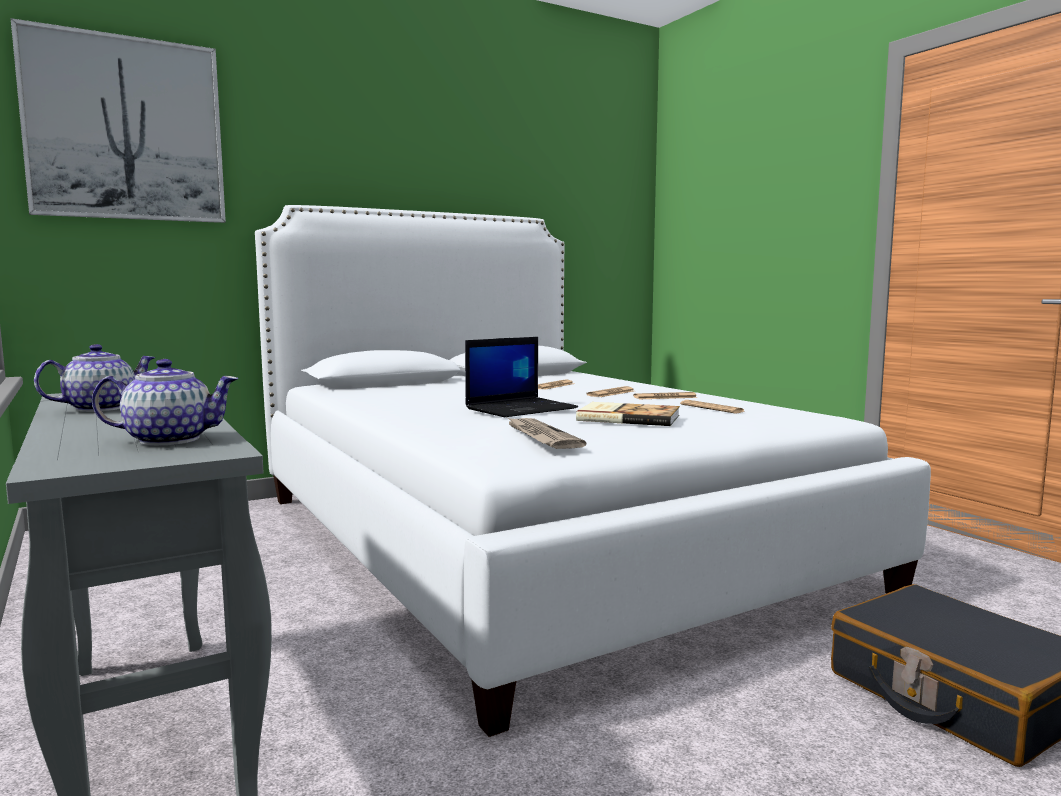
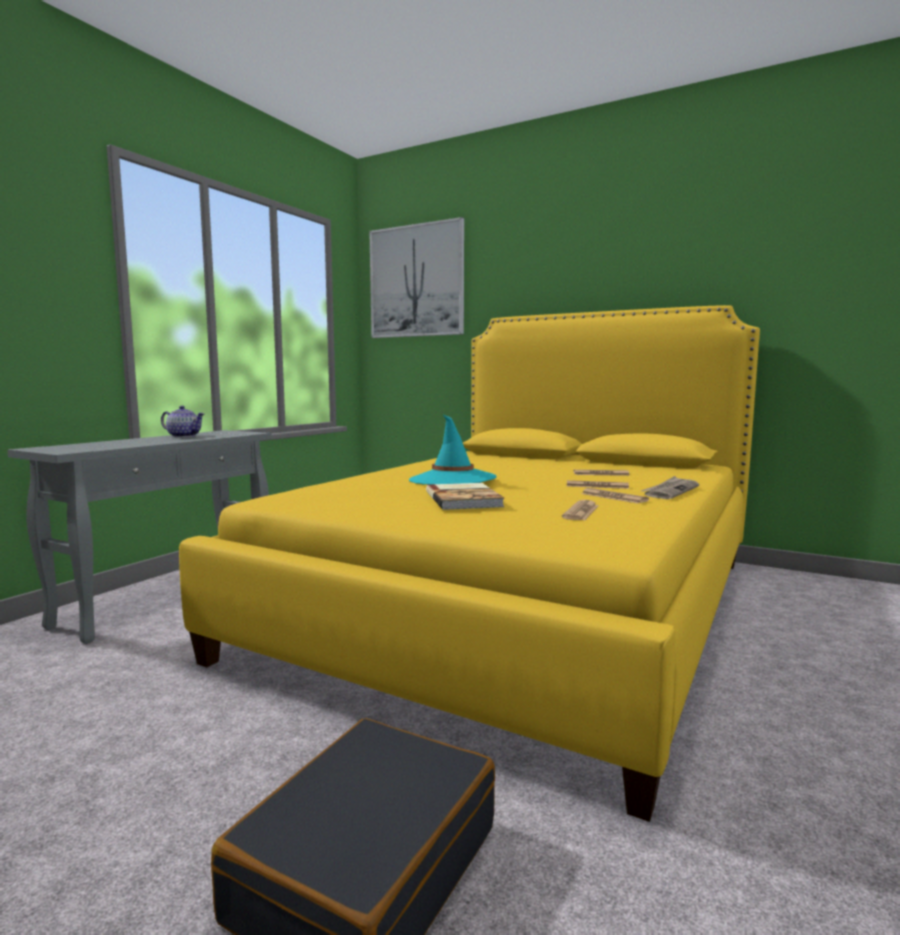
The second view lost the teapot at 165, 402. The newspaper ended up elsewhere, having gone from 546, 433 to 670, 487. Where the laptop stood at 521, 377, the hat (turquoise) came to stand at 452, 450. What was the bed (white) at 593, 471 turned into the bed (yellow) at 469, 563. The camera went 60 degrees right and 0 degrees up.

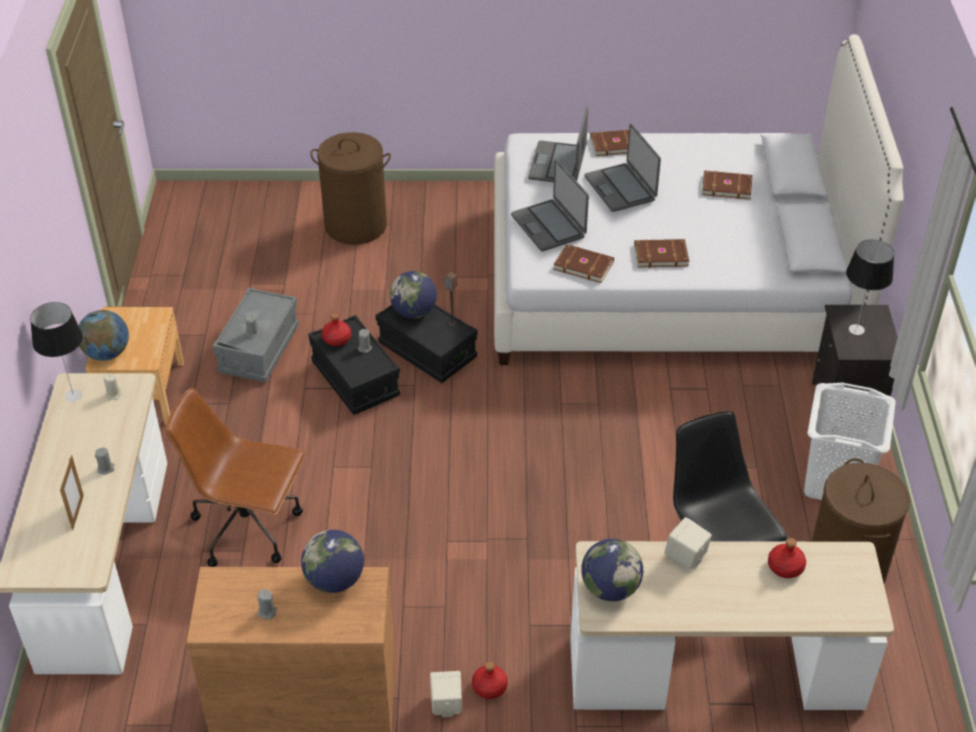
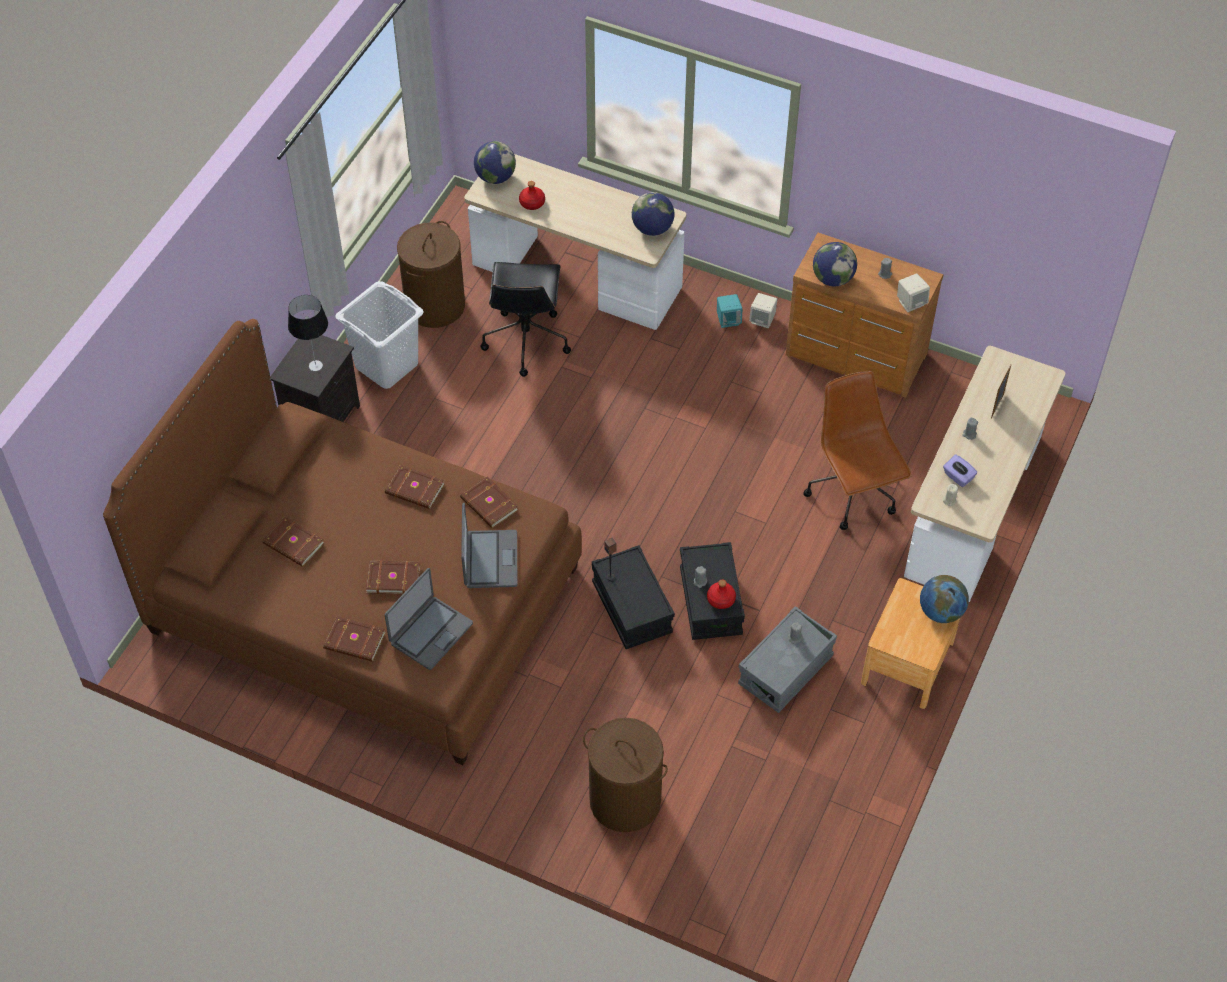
The second view lost the table lamp at 56, 352. The second view gained the tissue box (purple) at 960, 470. The globe ended up elsewhere, having gone from 413, 294 to 495, 162. The speaker (beige) ended up elsewhere, having gone from 688, 544 to 913, 293. Where the bottle (red) stood at 490, 680, the speaker (turquoise) came to stand at 729, 311. Where the laptop stood at 623, 168, the book (brown) came to stand at 393, 577. What was the bed (white) at 699, 199 turned into the bed (brown) at 342, 542. The office chair (brown) at 235, 477 ended up facing another way, 150 degrees counterclockwise from before. The camera went 155 degrees left and 10 degrees up.

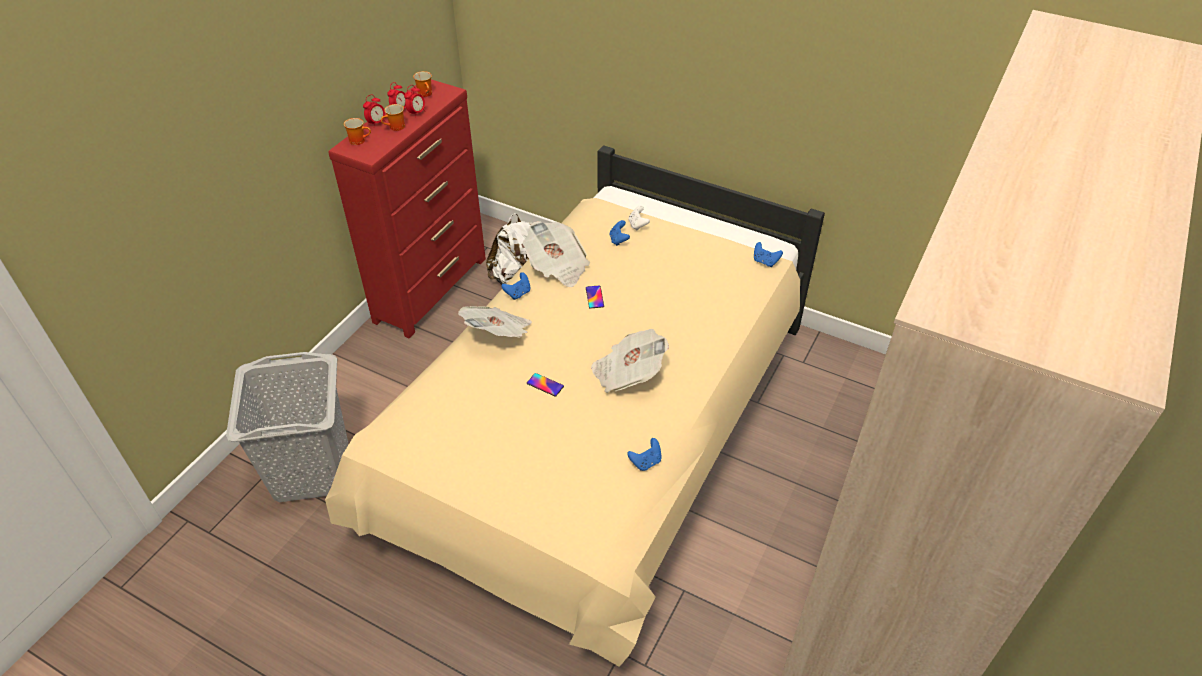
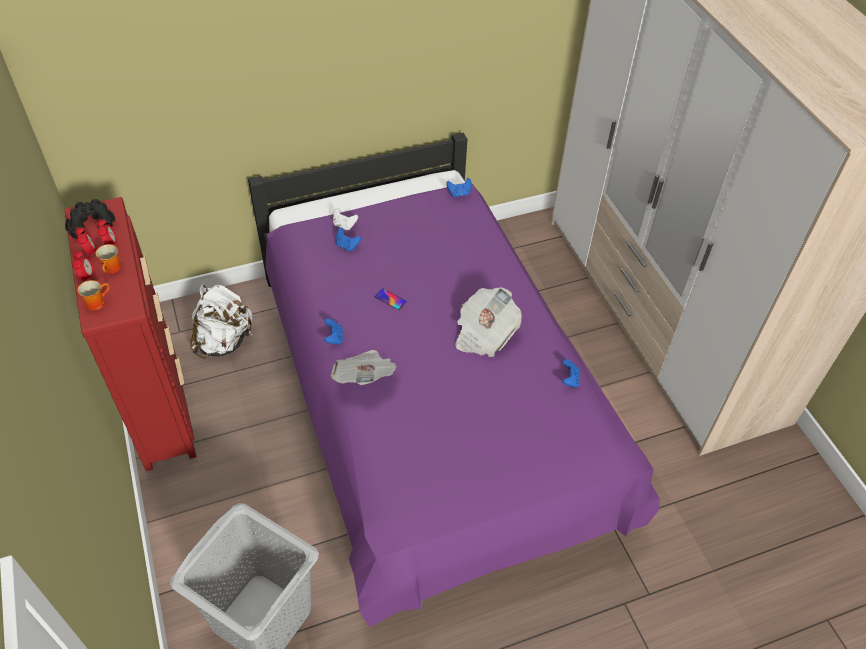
The second view lost the newspaper at 556, 254. The second view lost the phone at 545, 385. Where the mug stood at 422, 84, the binoculars (black) came to stand at 90, 219. What was the bed (beige) at 575, 406 turned into the bed (purple) at 454, 380. The camera went 50 degrees left and 5 degrees up.

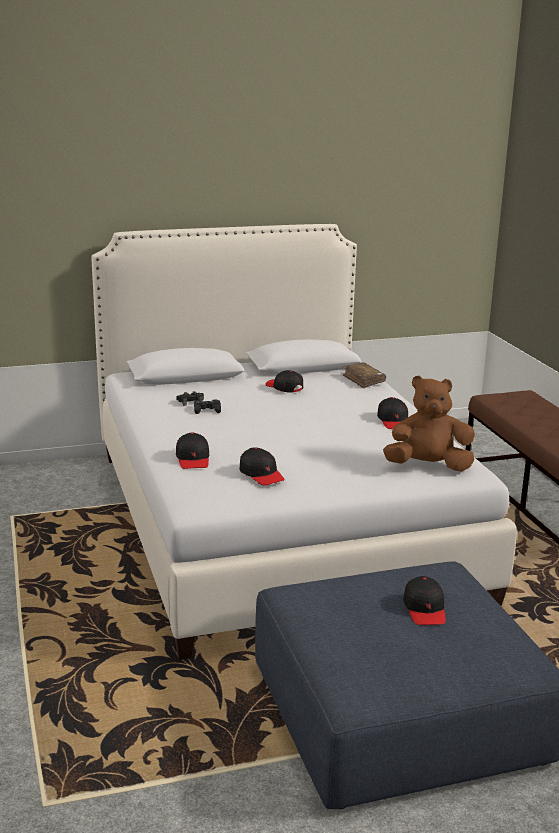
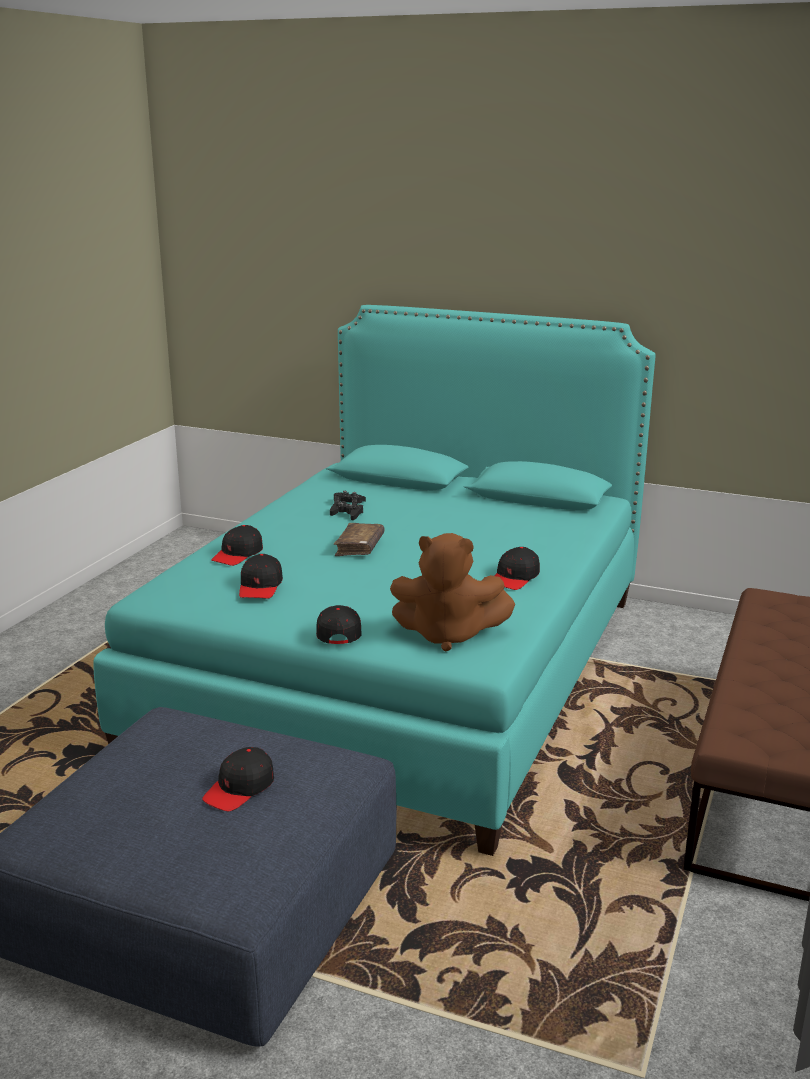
The cap (black) ended up elsewhere, having gone from 284, 381 to 339, 624. The book (brown) ended up elsewhere, having gone from 364, 375 to 359, 539. What was the bed (white) at 304, 442 turned into the bed (turquoise) at 374, 580. The plush toy (brown) at 429, 423 ended up facing another way, 150 degrees clockwise from before. The camera went 40 degrees right and 0 degrees up.

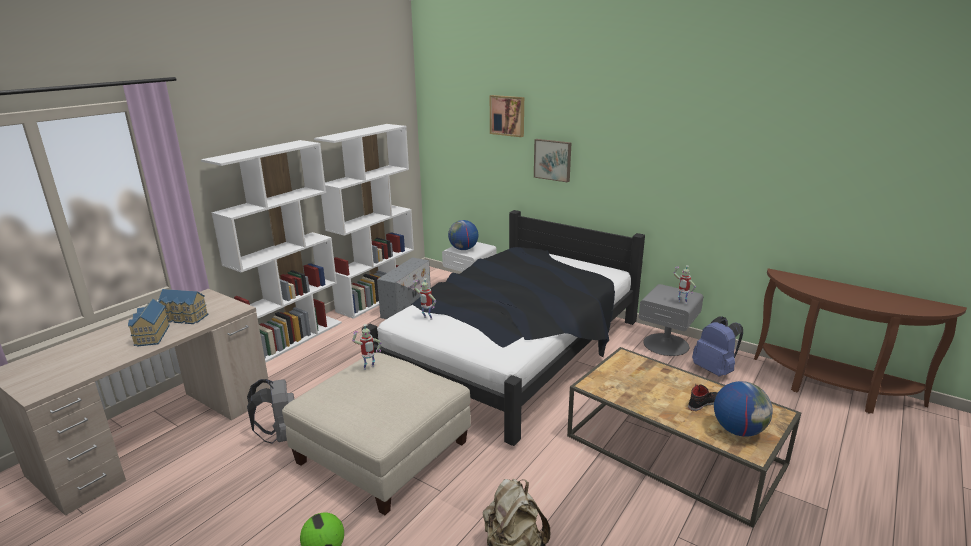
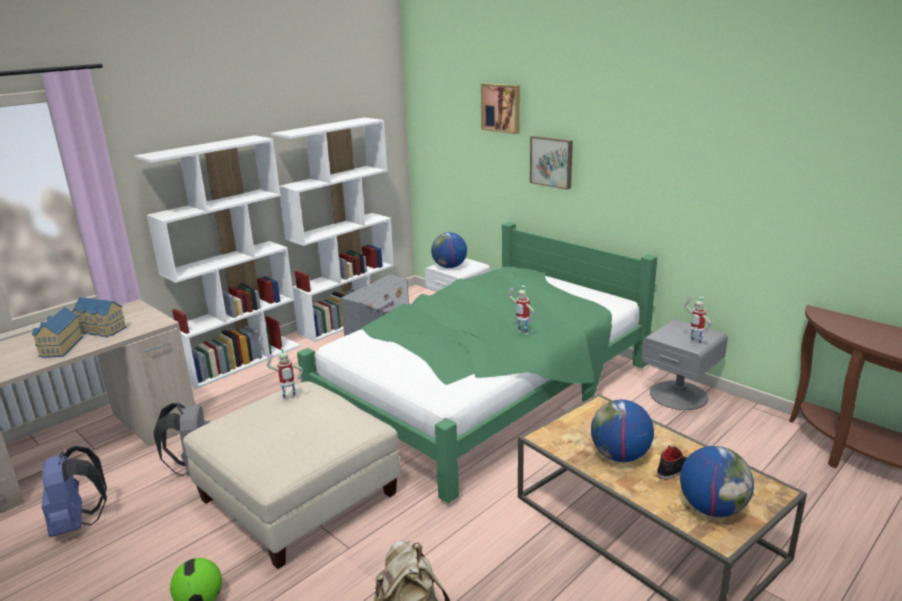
The second view gained the globe at 622, 431. The toy robot ended up elsewhere, having gone from 424, 299 to 521, 310. The backpack (blue) ended up elsewhere, having gone from 717, 346 to 74, 491. What was the bed (black) at 503, 328 turned into the bed (green) at 477, 363. The camera went 10 degrees right and 0 degrees up.

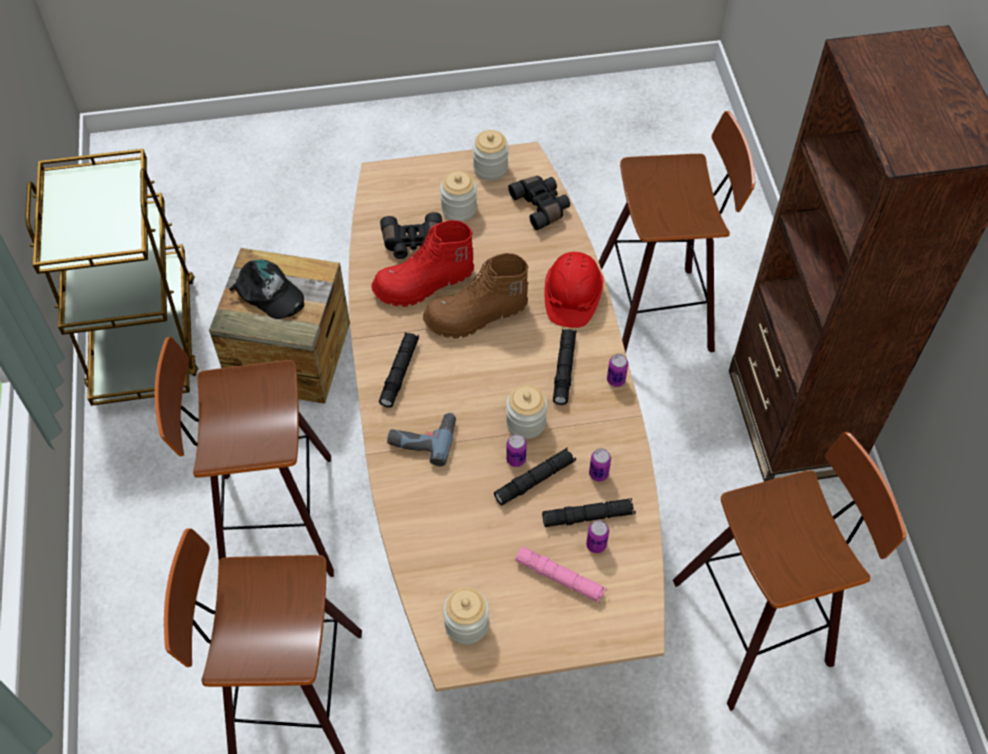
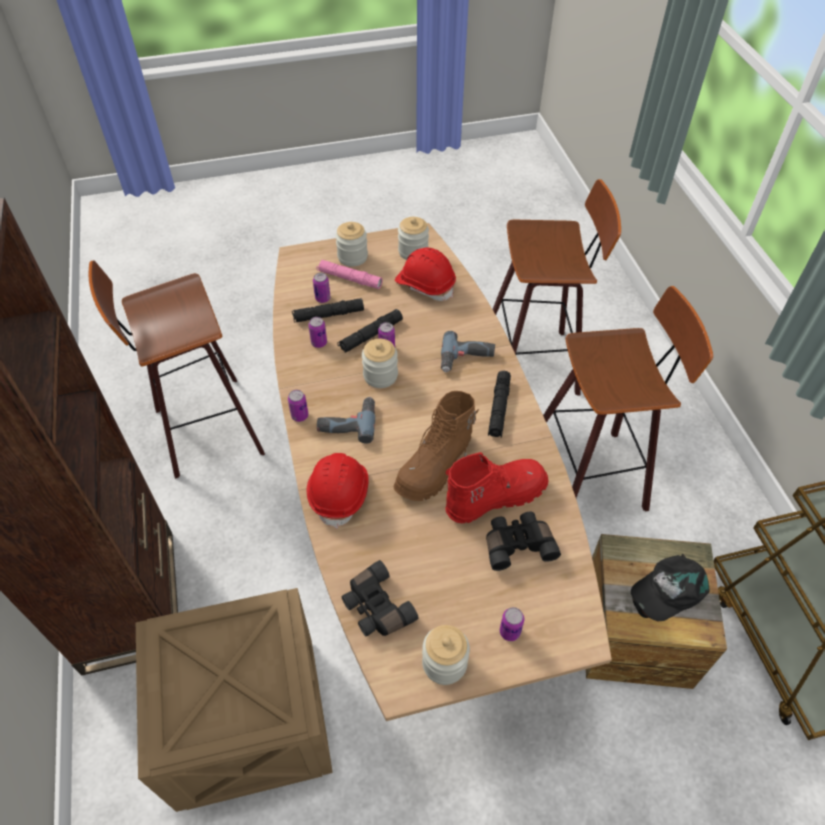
The second view gained the hard hat (red) at 425, 274. The second view gained the can at 512, 624. The jar ended up elsewhere, having gone from 458, 196 to 351, 244. Where the flashlight (black) stood at 565, 366, the power drill came to stand at 346, 420. Where the stool stood at 676, 232, the crate came to stand at 234, 700. The cap (black) at 266, 289 ended up facing another way, 60 degrees counterclockwise from before. The boot (brown) at 475, 296 ended up facing another way, 150 degrees clockwise from before. The camera went 175 degrees right and 5 degrees down.

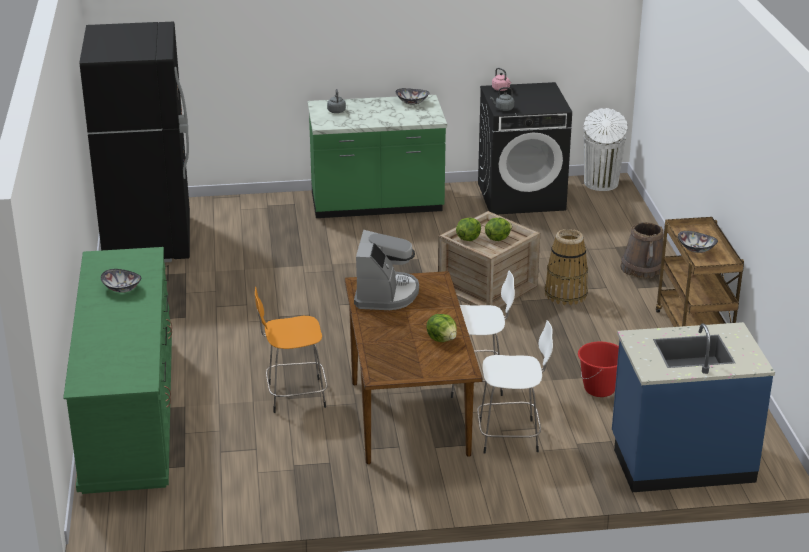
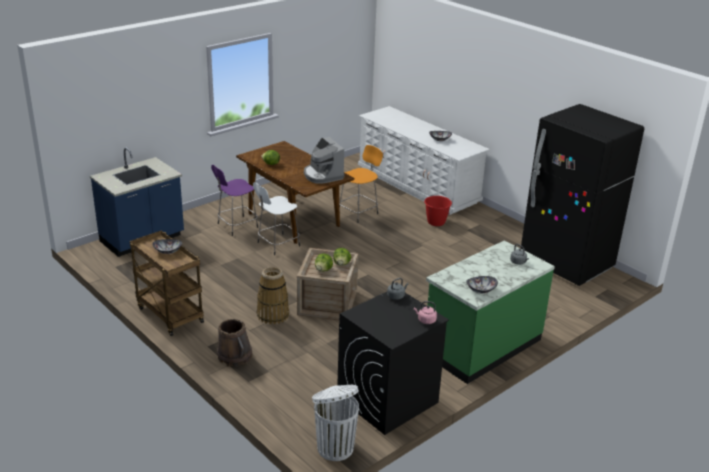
The bucket (red) ended up elsewhere, having gone from 598, 369 to 438, 211. What was the dresser (green) at 117, 370 turned into the dresser (white) at 424, 160. What was the stool (white) at 515, 387 turned into the stool (purple) at 234, 200. The camera went 145 degrees right and 0 degrees up.

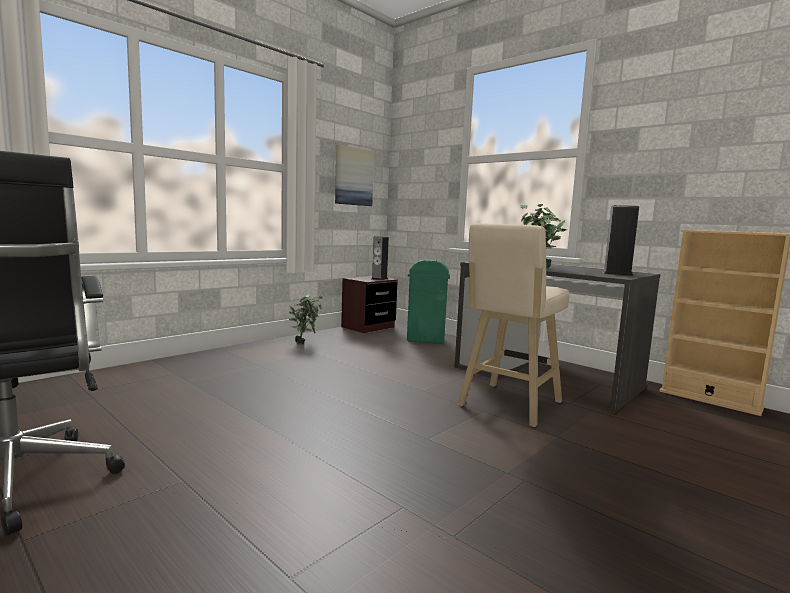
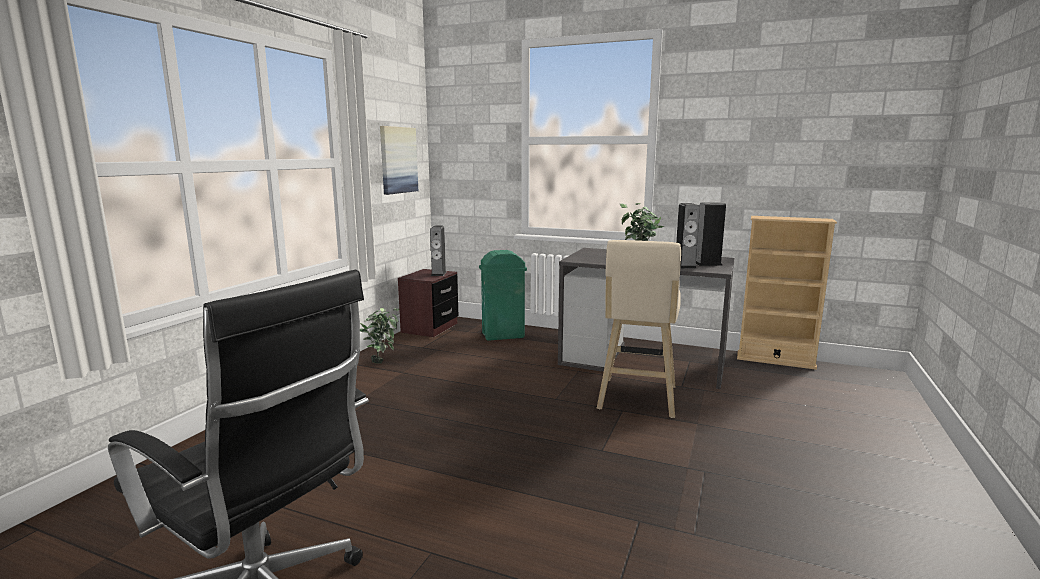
The second view gained the speaker at 688, 236. The camera went 20 degrees left and 5 degrees up.

